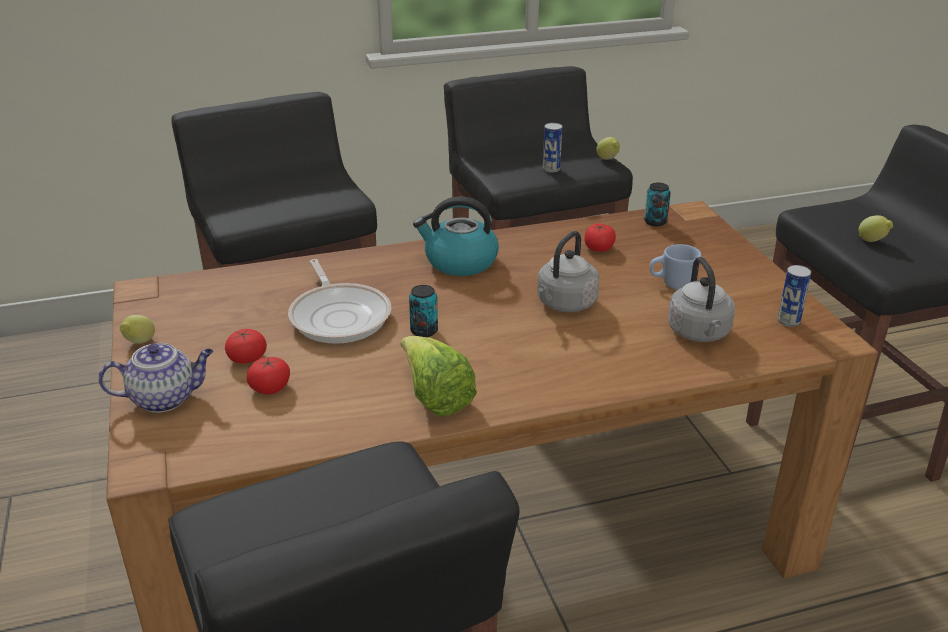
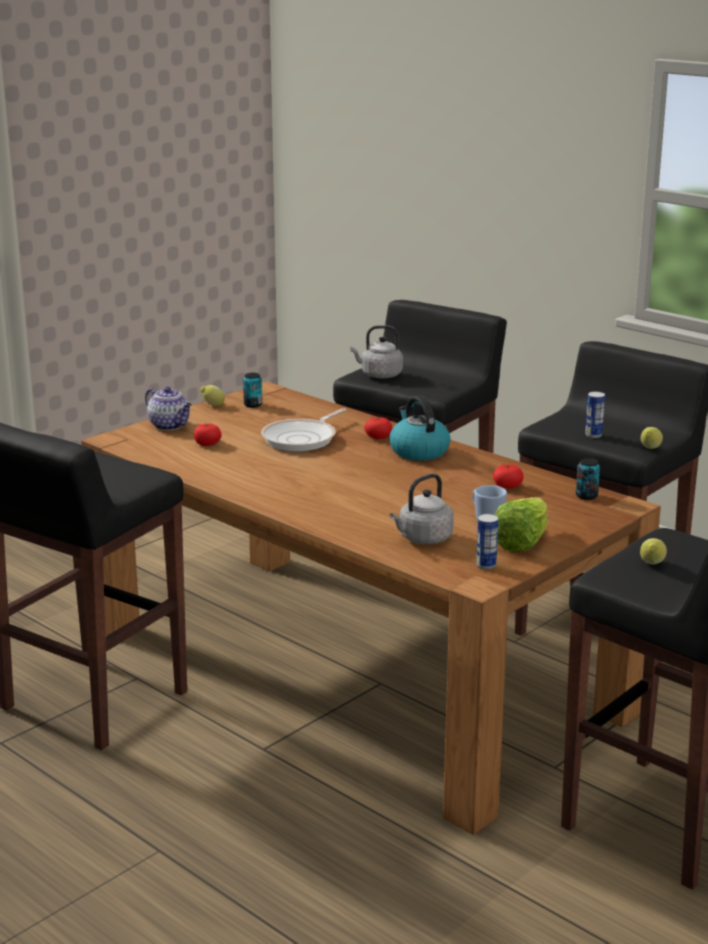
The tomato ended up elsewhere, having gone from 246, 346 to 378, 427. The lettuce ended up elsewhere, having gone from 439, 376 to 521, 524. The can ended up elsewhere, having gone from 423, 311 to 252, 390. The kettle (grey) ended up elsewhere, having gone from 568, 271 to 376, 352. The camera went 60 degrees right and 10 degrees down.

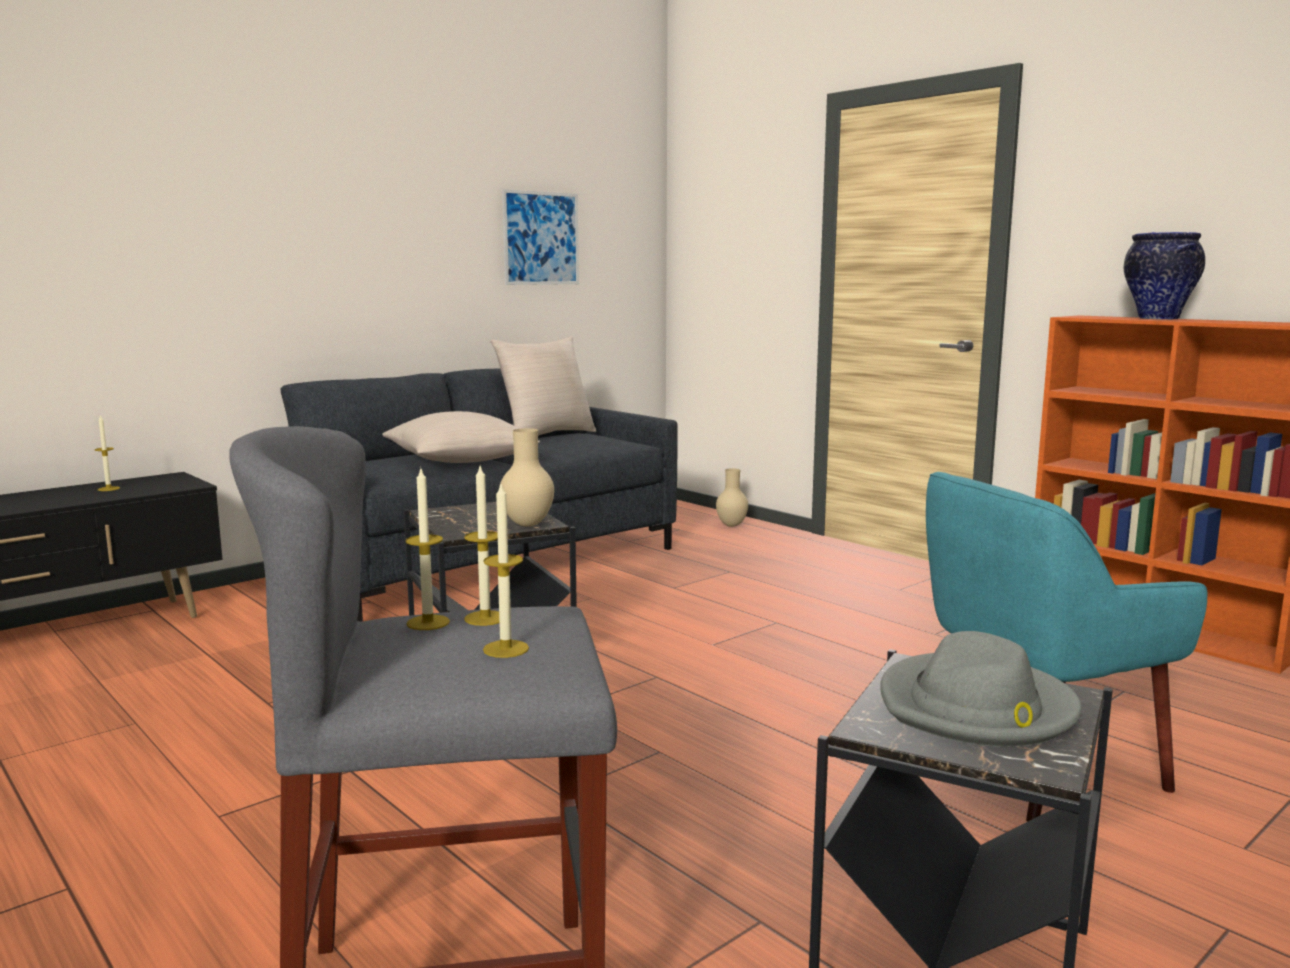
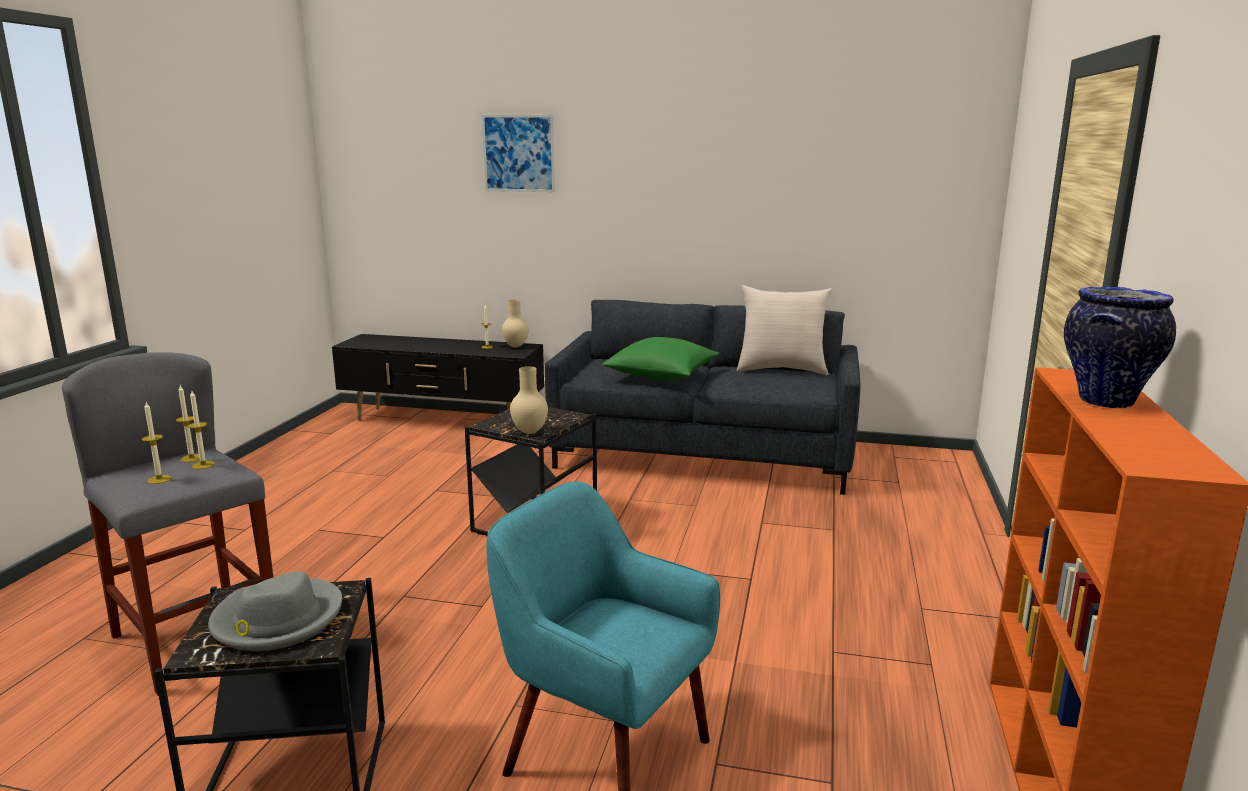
The picture ended up elsewhere, having gone from 540, 237 to 518, 153. The vase (beige) ended up elsewhere, having gone from 732, 497 to 515, 324. What was the pillow (beige) at 461, 437 turned into the pillow (green) at 660, 358. The camera went 55 degrees right and 5 degrees up.

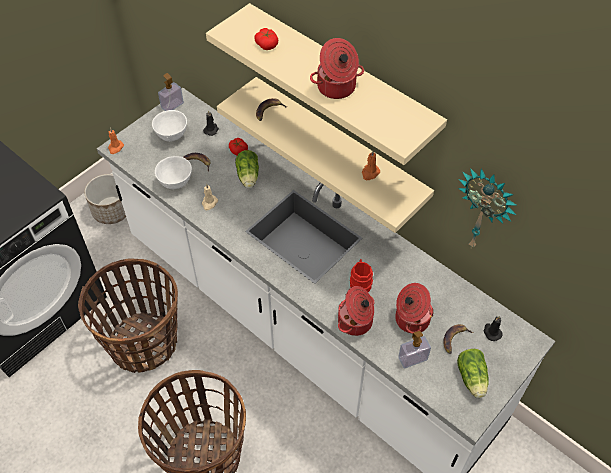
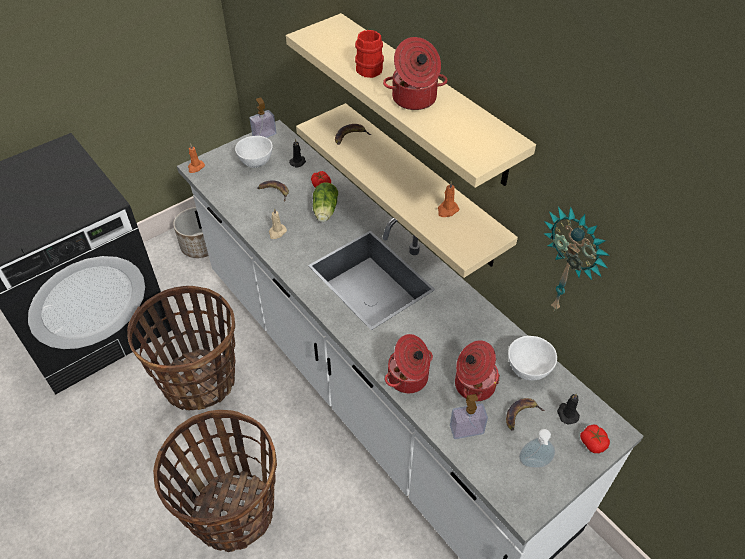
The bowl (white) ended up elsewhere, having gone from 173, 172 to 532, 358. The tomato ended up elsewhere, having gone from 266, 39 to 595, 439. The mug (red) ended up elsewhere, having gone from 361, 275 to 369, 54. Where the lettuce stood at 473, 373, the soap dispenser came to stand at 537, 448. The camera went 10 degrees right and 5 degrees down.

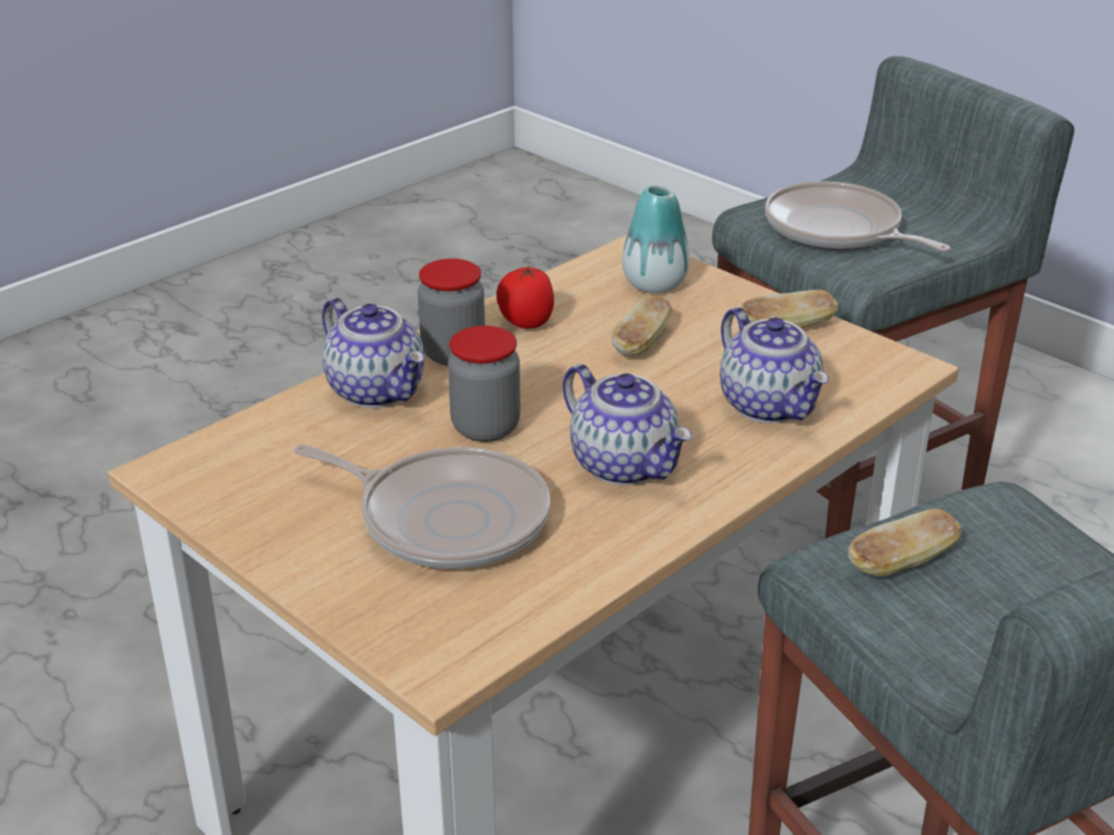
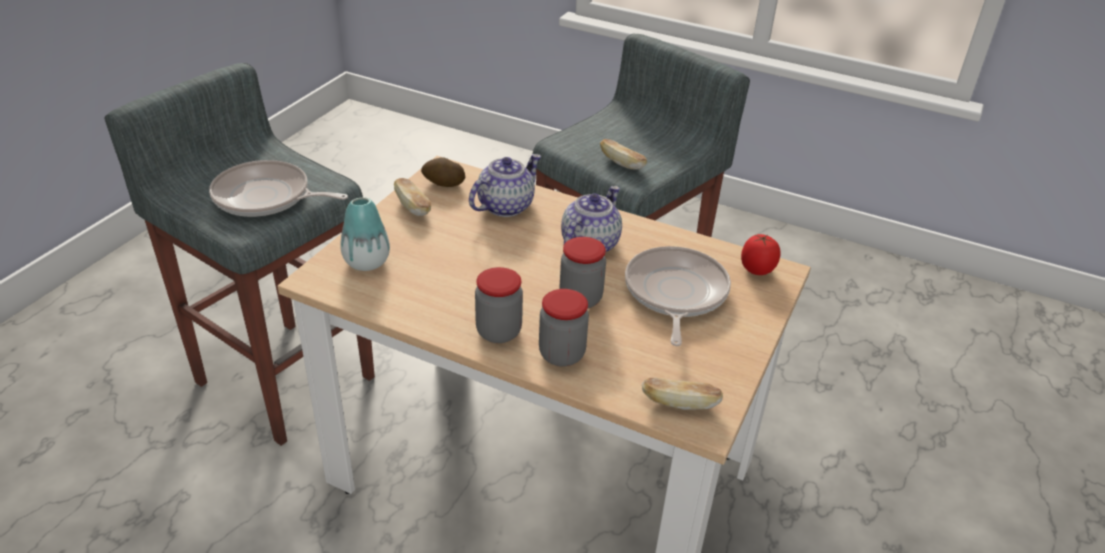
The second view gained the potato at 443, 172. The tomato ended up elsewhere, having gone from 525, 297 to 761, 254. The bread ended up elsewhere, having gone from 642, 325 to 682, 394. Where the teapot stood at 373, 353, the jar came to stand at 564, 327. The frying pan at 857, 216 ended up facing another way, 75 degrees clockwise from before. The camera went 110 degrees left and 5 degrees up.

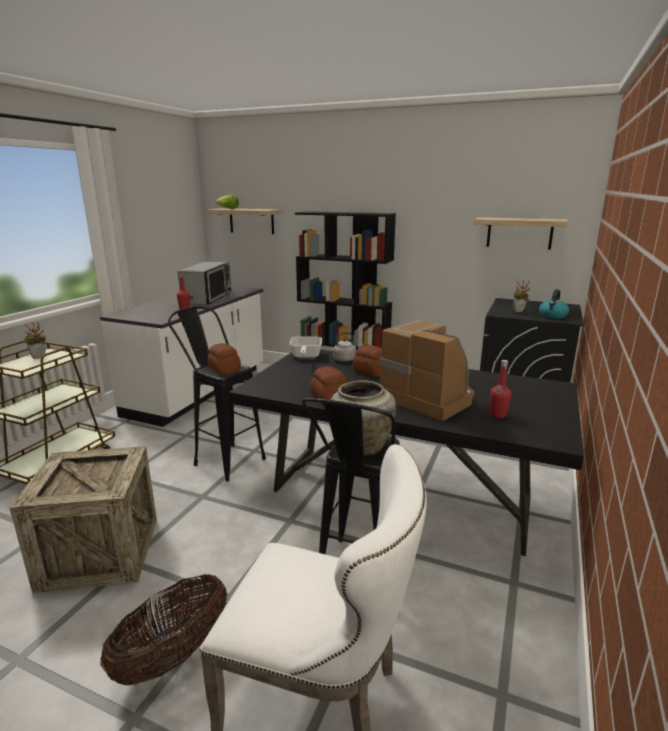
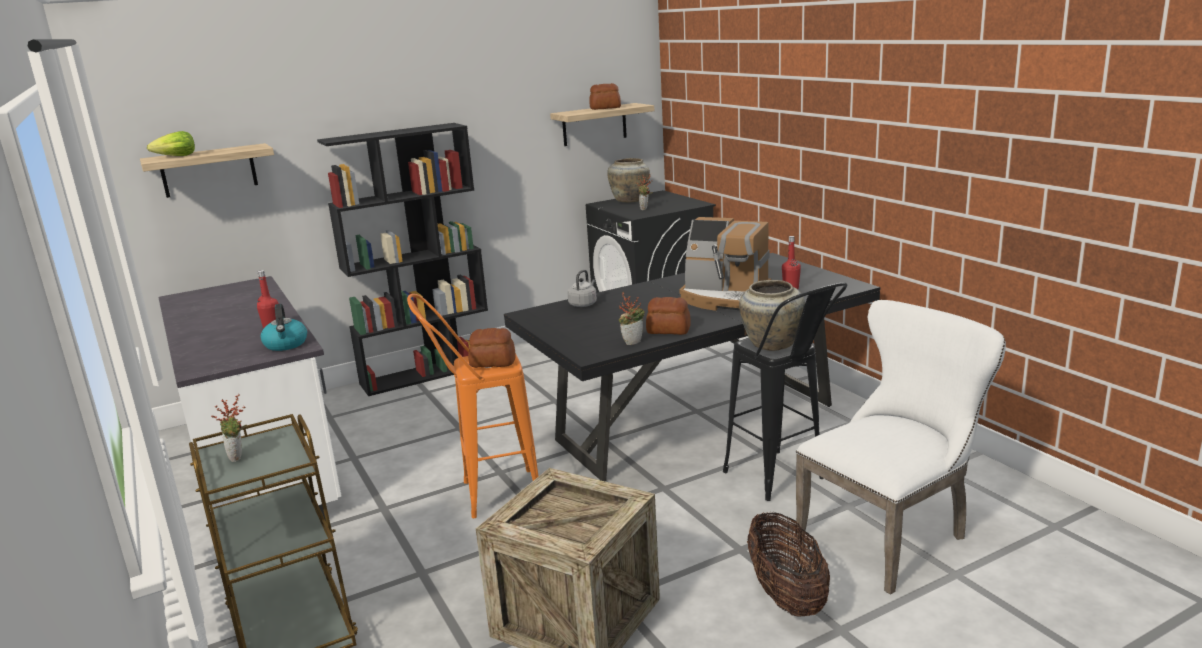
The second view lost the microwave at 204, 283. The second view lost the frying pan at 306, 347. The second view gained the vase (beige) at 628, 180. The second view gained the potted plant at 632, 318. The bread ended up elsewhere, having gone from 367, 361 to 605, 96. The kettle ended up elsewhere, having gone from 554, 303 to 284, 327. What was the stool (black) at 217, 393 turned into the stool (orange) at 473, 406. The coffee machine at 427, 370 ended up facing another way, 150 degrees counterclockwise from before. The camera went 50 degrees left and 0 degrees up.

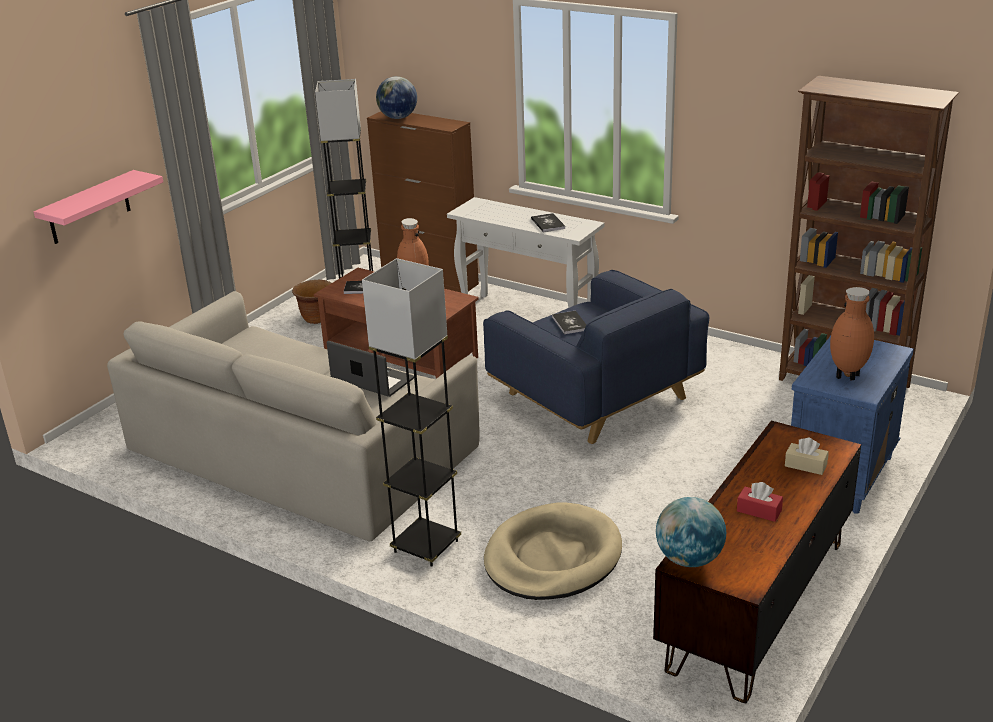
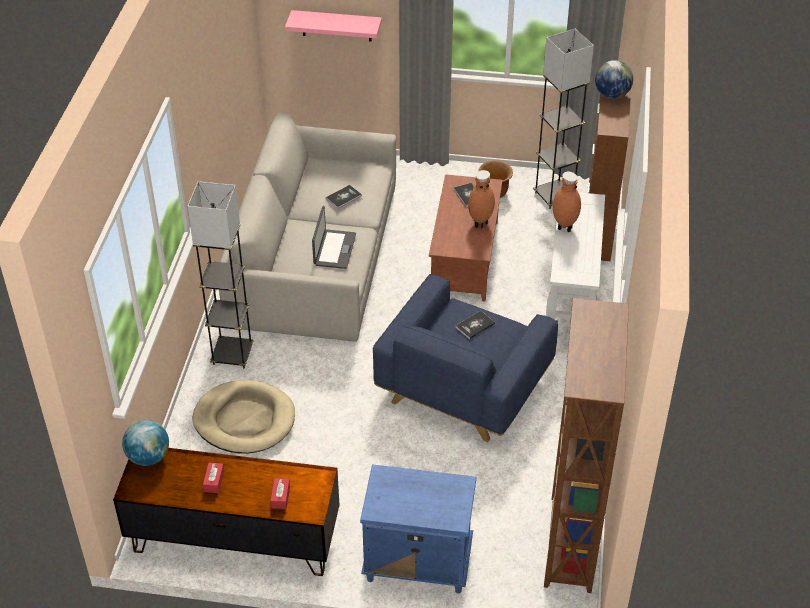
The book ended up elsewhere, having gone from 548, 222 to 344, 197. The vase (brown) ended up elsewhere, having gone from 852, 333 to 567, 202. What was the tissue box (beige) at 807, 456 turned into the tissue box (red) at 280, 493. The camera went 65 degrees right and 15 degrees up.

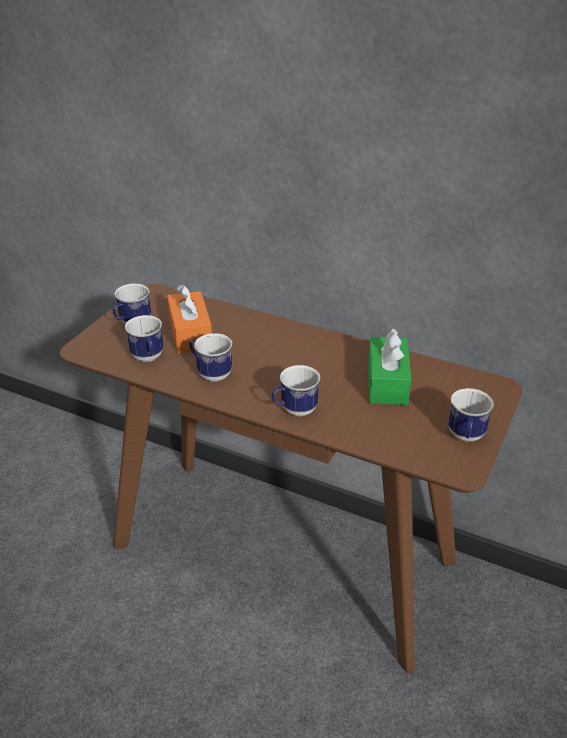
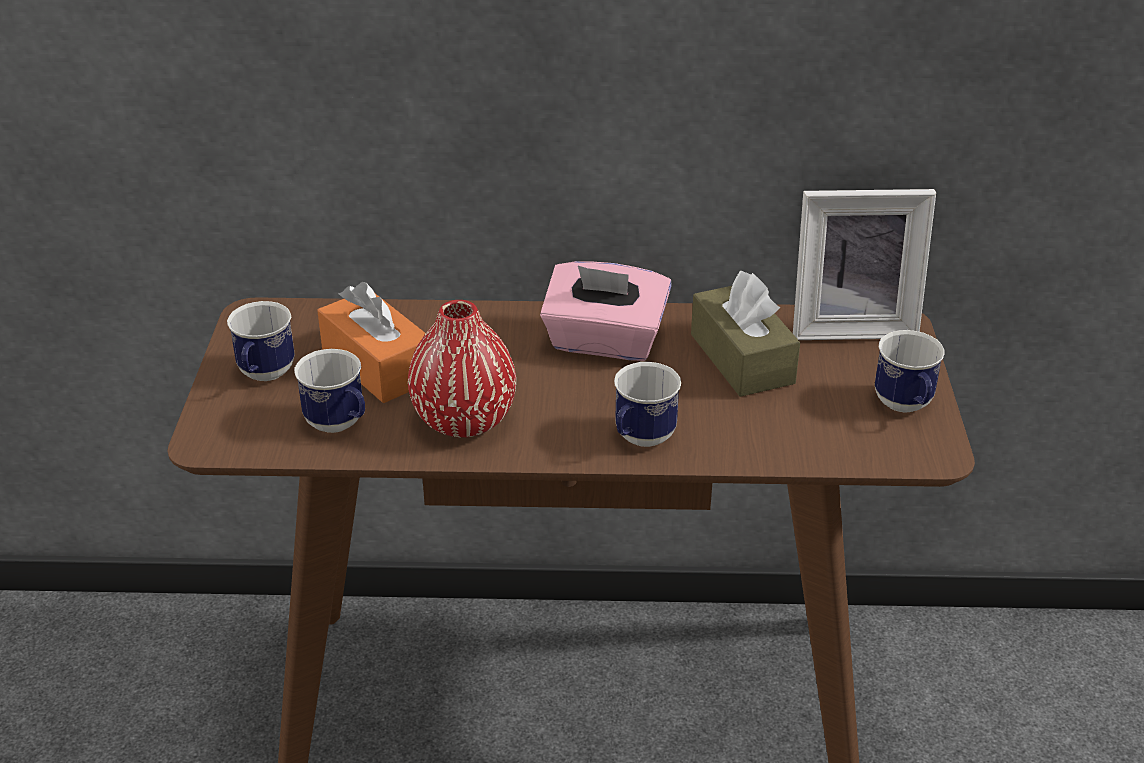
The second view gained the tissue box (pink) at 606, 311. The second view gained the picture frame at 864, 264. Where the mug stood at 210, 357, the vase (red) came to stand at 462, 369. What was the tissue box (green) at 389, 367 turned into the tissue box (brown) at 745, 334. The camera went 25 degrees left and 0 degrees up.

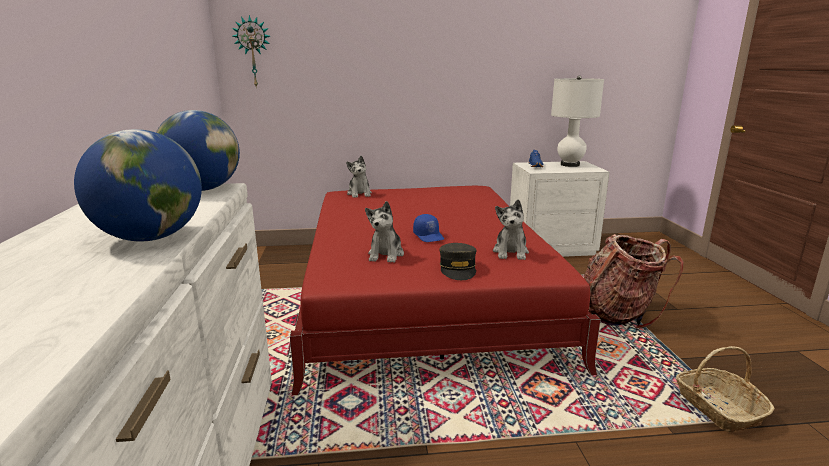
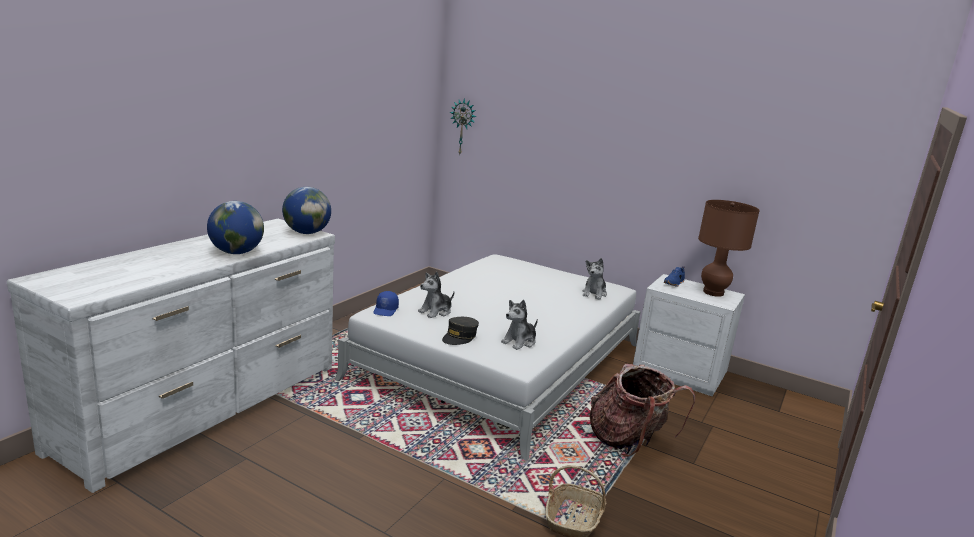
The plush toy ended up elsewhere, having gone from 359, 177 to 594, 279. The cap (blue) ended up elsewhere, having gone from 428, 228 to 386, 303. What was the bed (red) at 445, 290 turned into the bed (white) at 488, 357. What was the table lamp (white) at 577, 121 turned into the table lamp (brown) at 729, 248. The camera went 35 degrees right and 0 degrees up.

